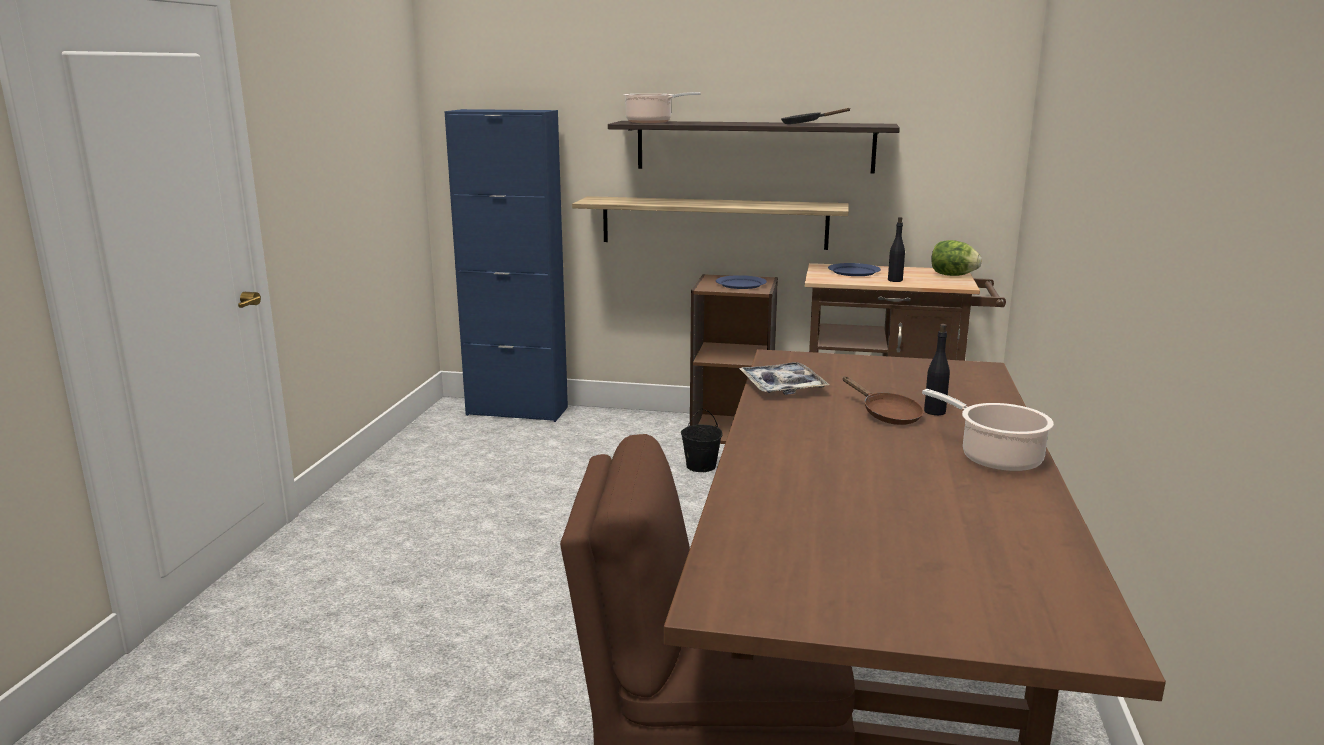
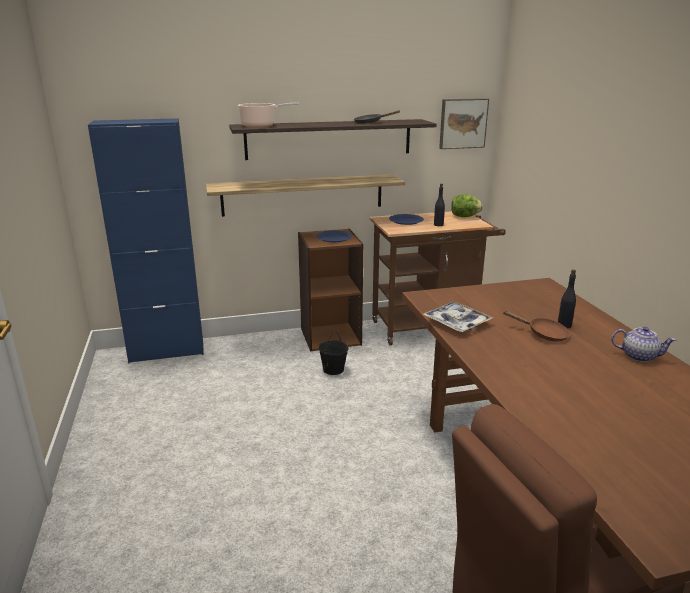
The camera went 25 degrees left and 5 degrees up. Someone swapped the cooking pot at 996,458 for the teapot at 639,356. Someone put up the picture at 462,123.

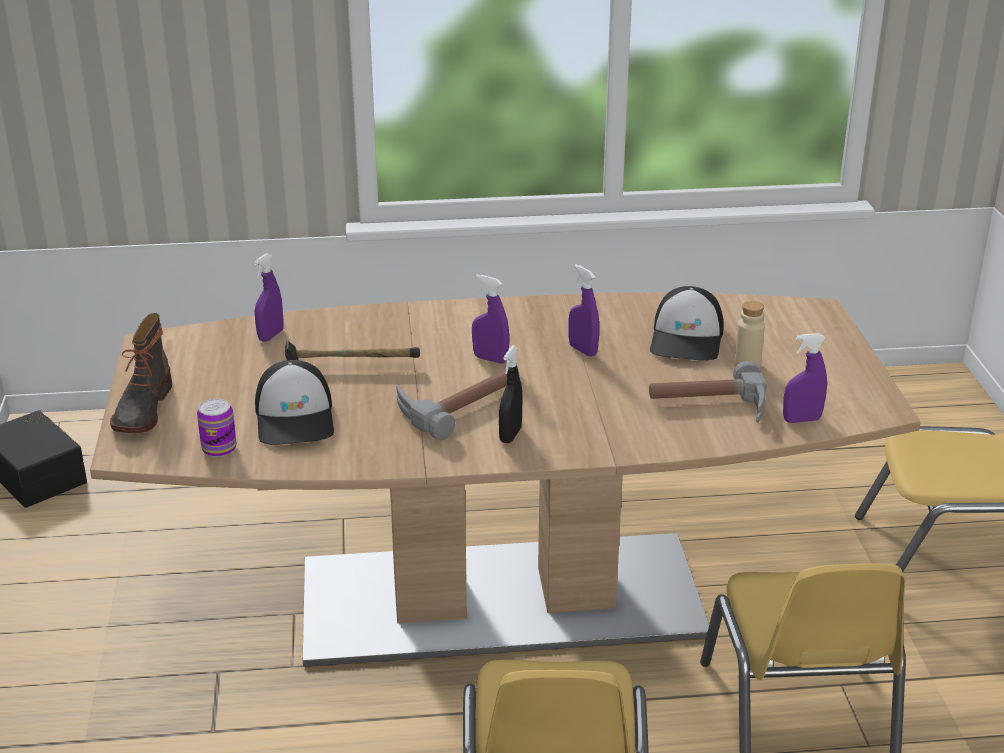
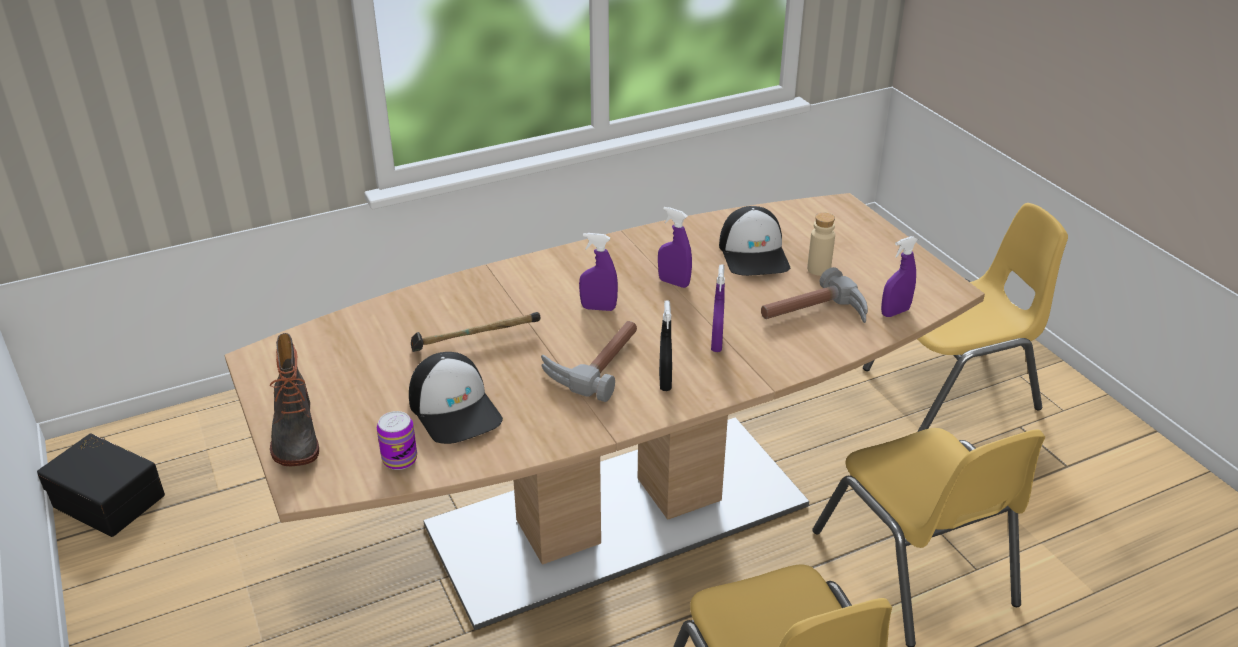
The camera went 20 degrees left and 5 degrees up. Someone carried the purple spray bottle from 271,335 to 716,344.

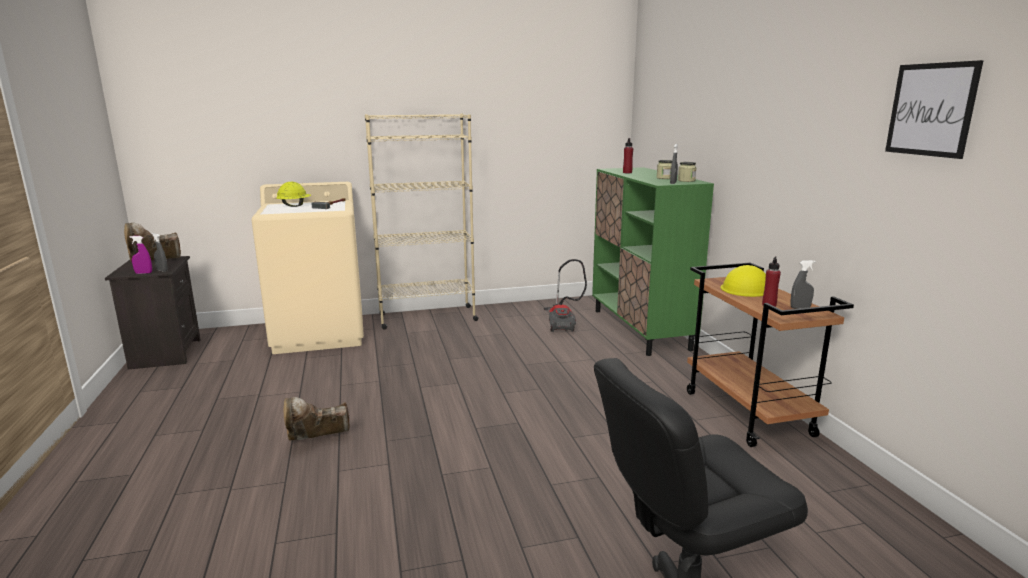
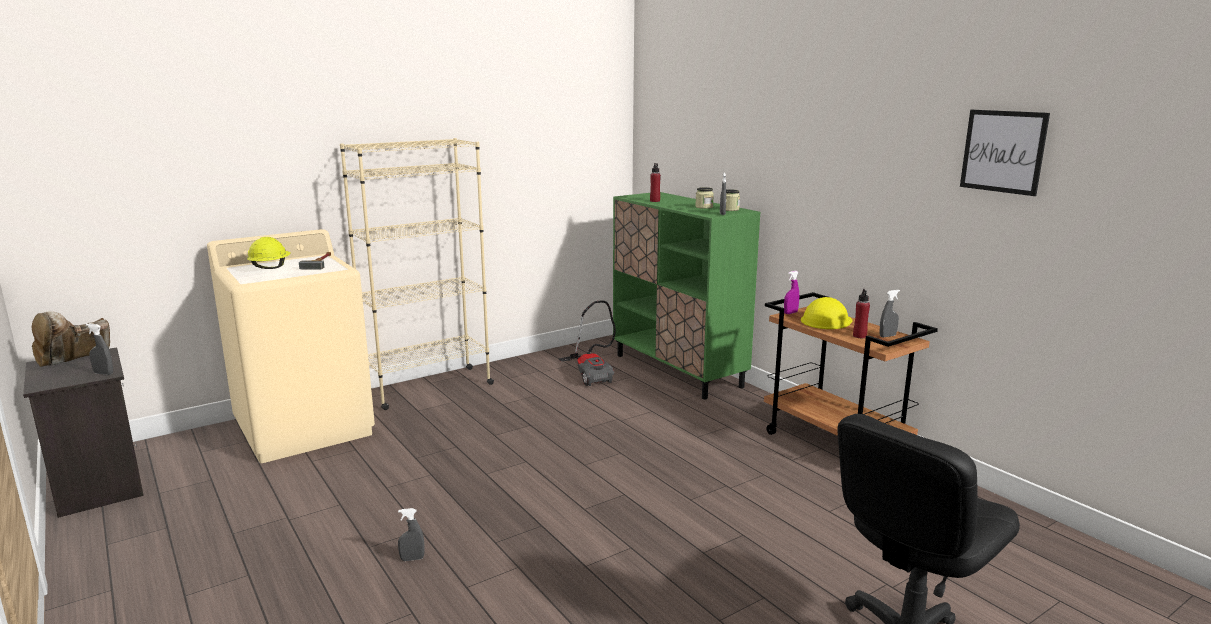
The camera went 20 degrees left and 0 degrees up. Someone carried the purple spray bottle from 143,273 to 790,313. Someone swapped the brown boot at 317,441 for the grey spray bottle at 412,559.

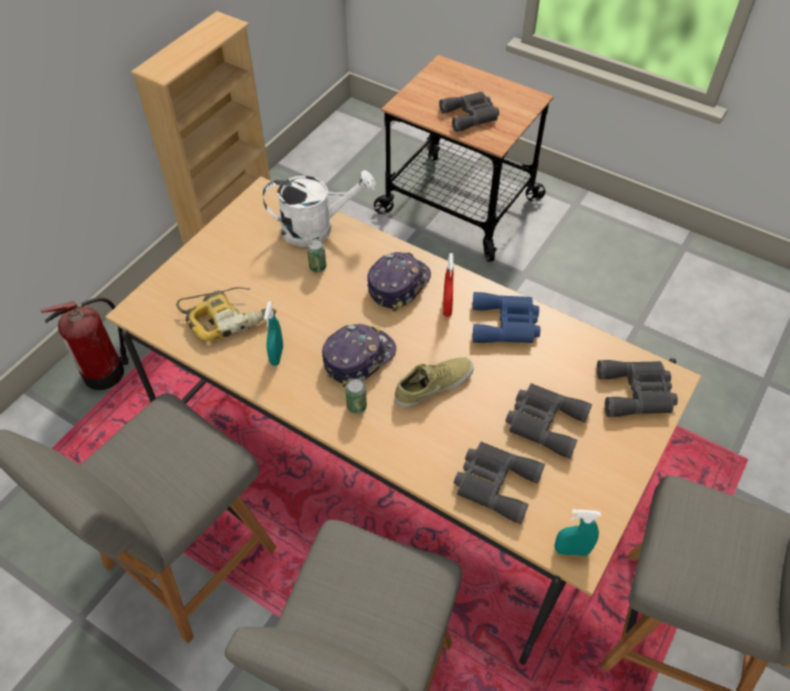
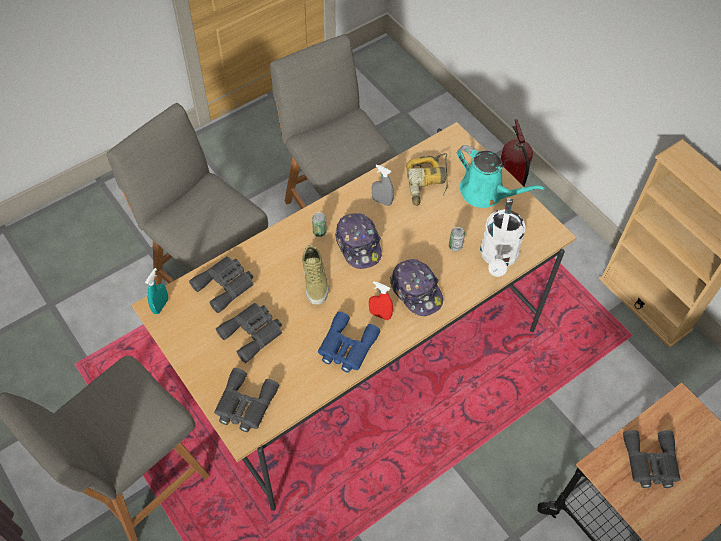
The camera went 110 degrees right and 5 degrees up. Someone repainted the turquoise spray bottle at 277,355, which became the grey spray bottle at 382,201. Someone put down the turquoise watering can at 485,193.

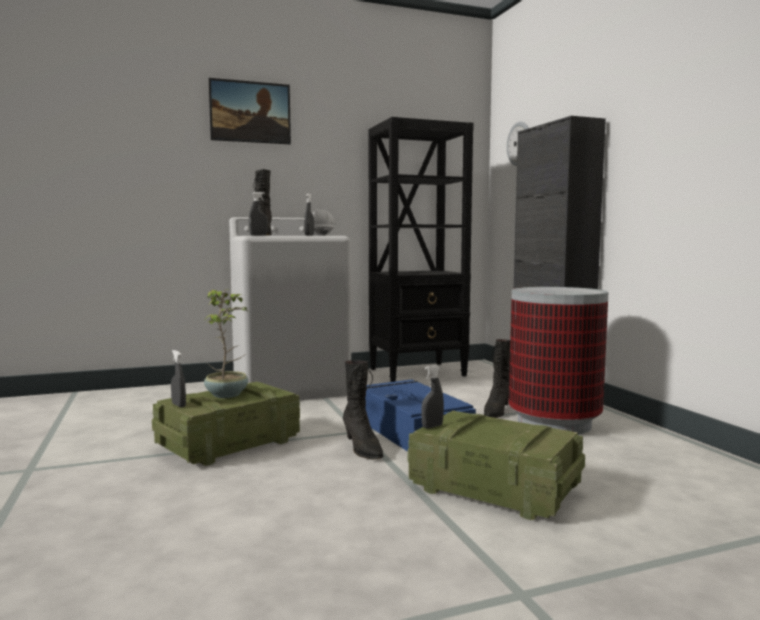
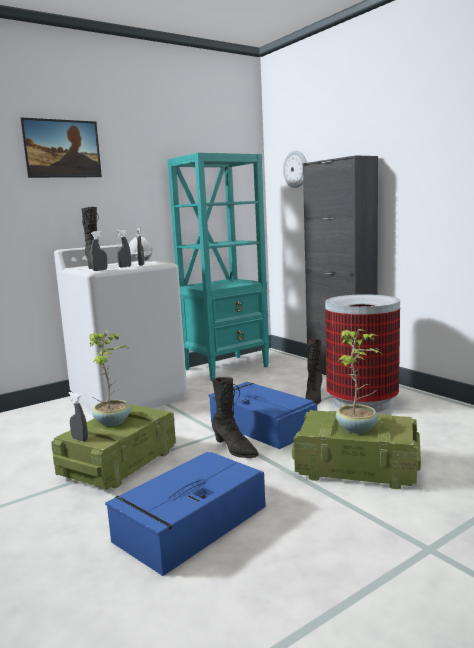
The camera went 15 degrees left and 5 degrees up. Someone repainted the black bookcase at 418,372, which became the turquoise bookcase at 227,368. Someone carried the grey spray bottle from 432,426 to 125,267. Someone put down the potted plant at 358,429. Someone put down the blue storage box at 189,525.

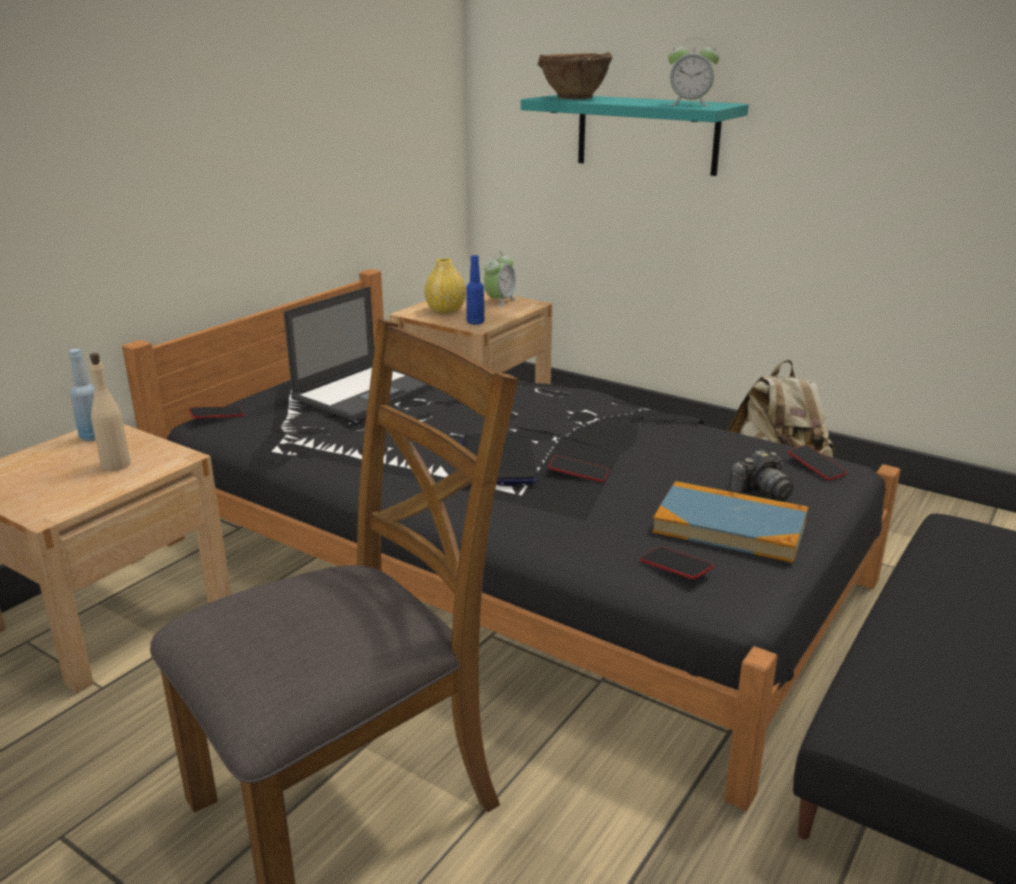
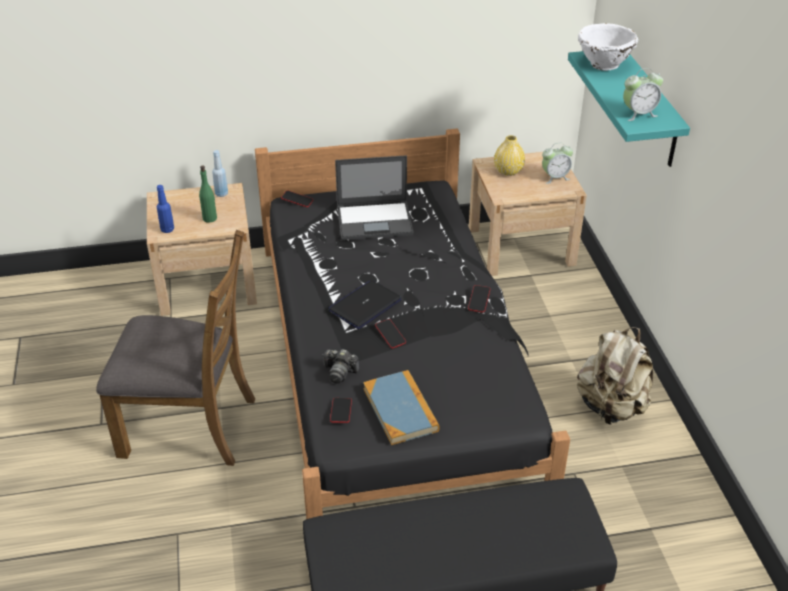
The camera went 45 degrees right and 15 degrees up. Someone rotated the alarm clock at 689,104 by 75 degrees counterclockwise. Someone repainted the brown bowl at 573,98, which became the white bowl at 603,64. Someone carried the blue bottle from 475,322 to 167,229. Someone repainted the beige bottle at 116,465, which became the green bottle at 210,218. Someone carried the phone from 816,466 to 479,300. Someone carried the photo camera from 760,492 to 339,372.

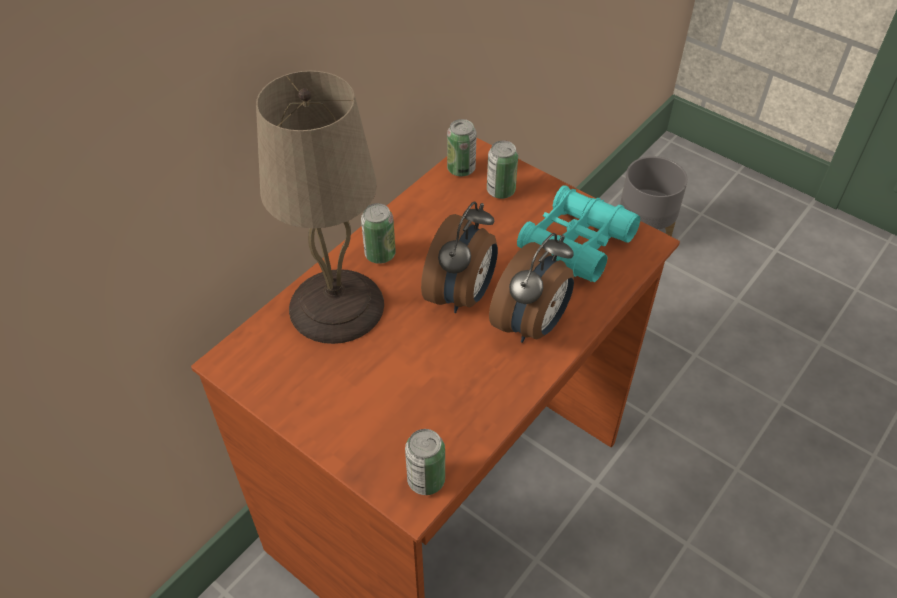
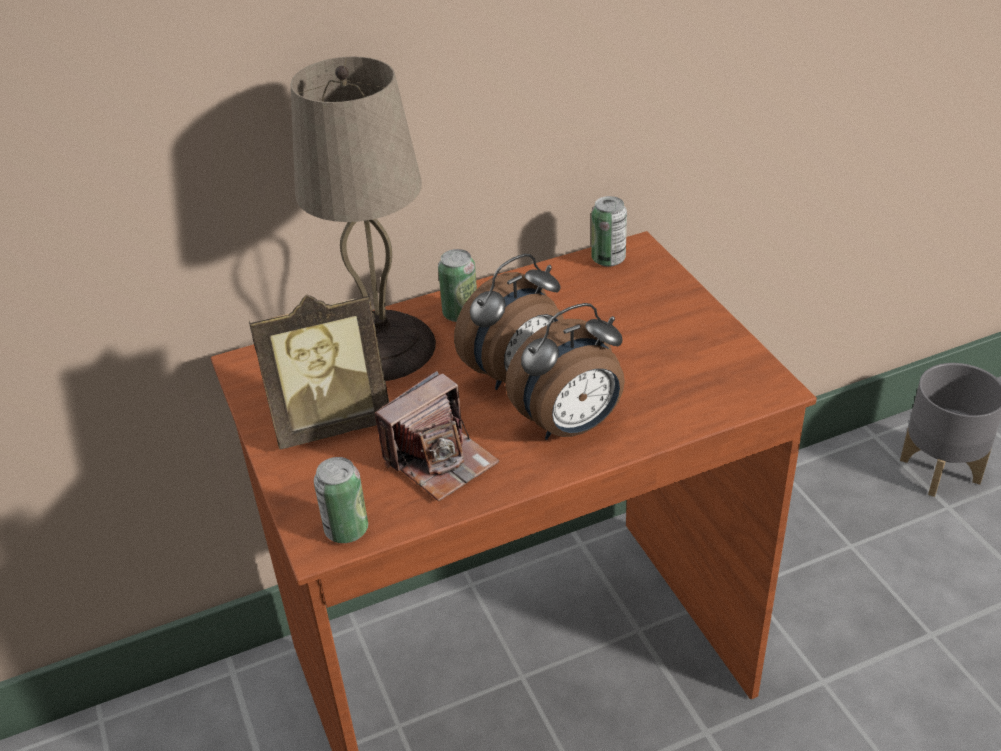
The camera went 30 degrees right and 10 degrees down. Someone took away the can at 501,191. Someone took away the turquoise binoculars at 576,243. Someone put down the picture frame at 331,423. Someone put down the photo camera at 440,460.

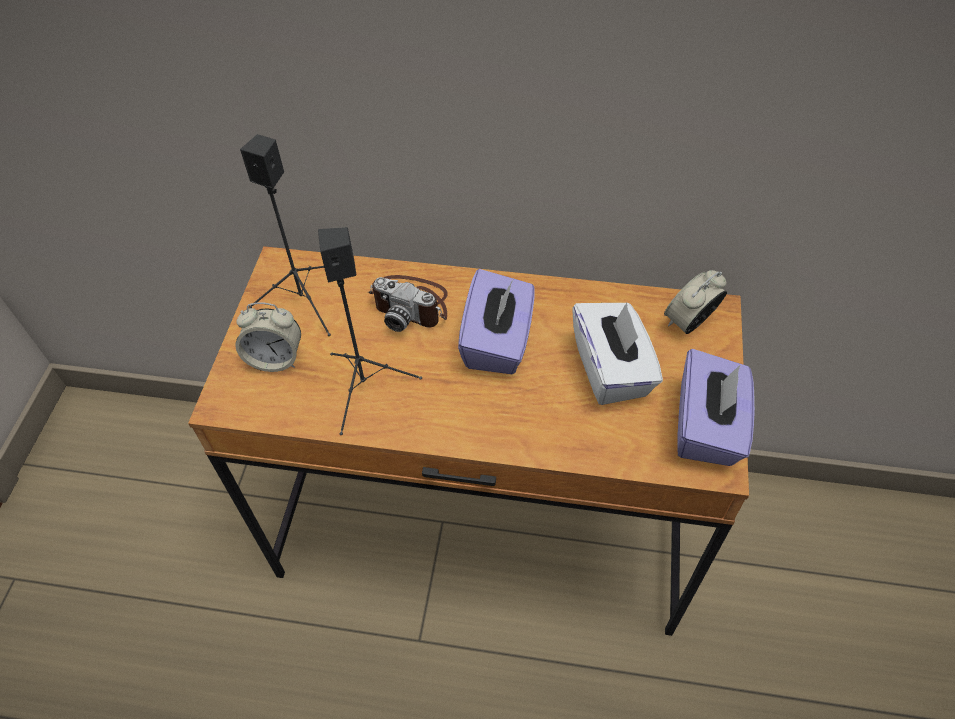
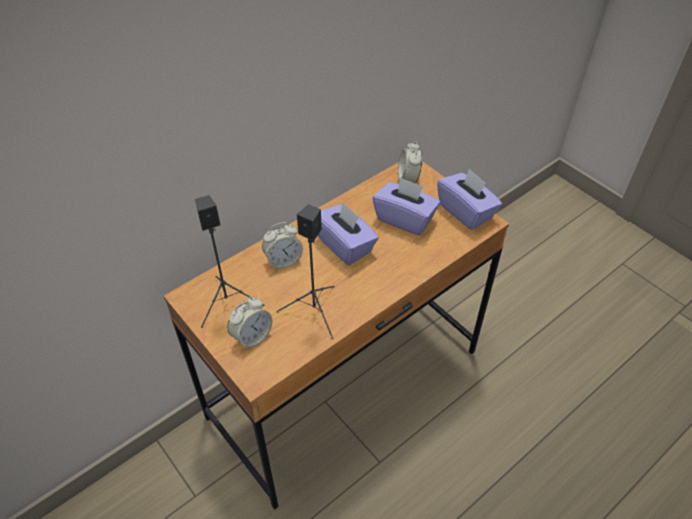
The camera went 50 degrees left and 5 degrees down. Someone swapped the photo camera at 411,304 for the alarm clock at 283,260. Someone repainted the white tissue box at 611,370, which became the purple tissue box at 405,219.

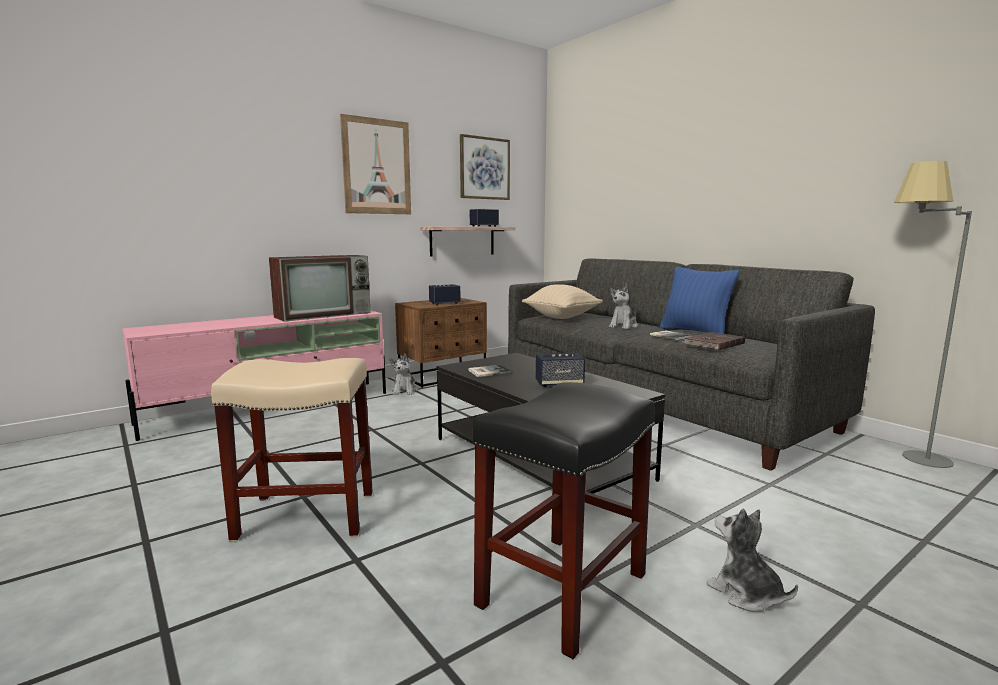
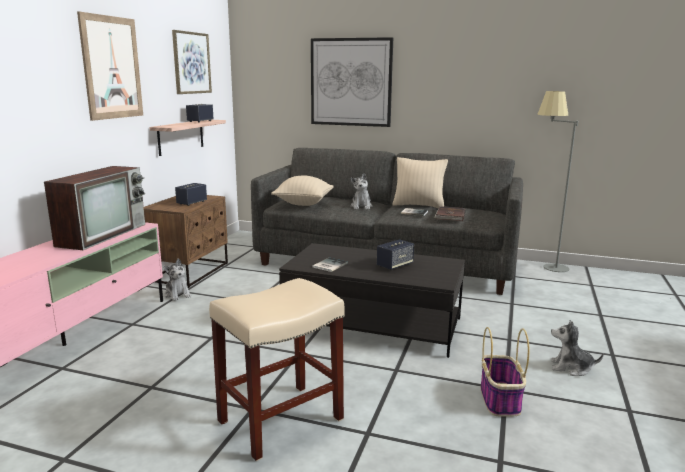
The camera went 35 degrees left and 5 degrees up. Someone repainted the blue pillow at 695,331, which became the beige pillow at 418,205. Someone swapped the black stool at 563,591 for the basket at 500,400. Someone put up the picture at 351,82.

